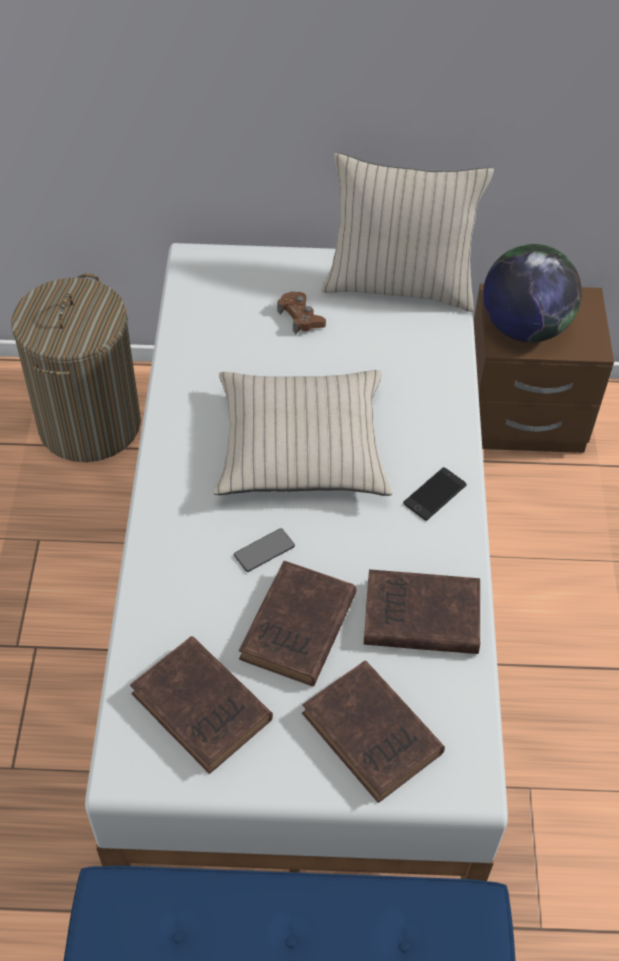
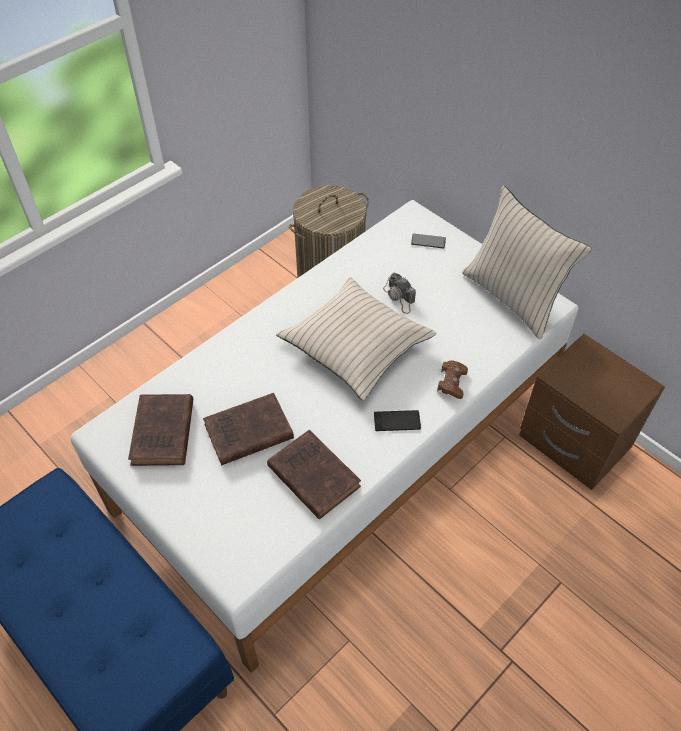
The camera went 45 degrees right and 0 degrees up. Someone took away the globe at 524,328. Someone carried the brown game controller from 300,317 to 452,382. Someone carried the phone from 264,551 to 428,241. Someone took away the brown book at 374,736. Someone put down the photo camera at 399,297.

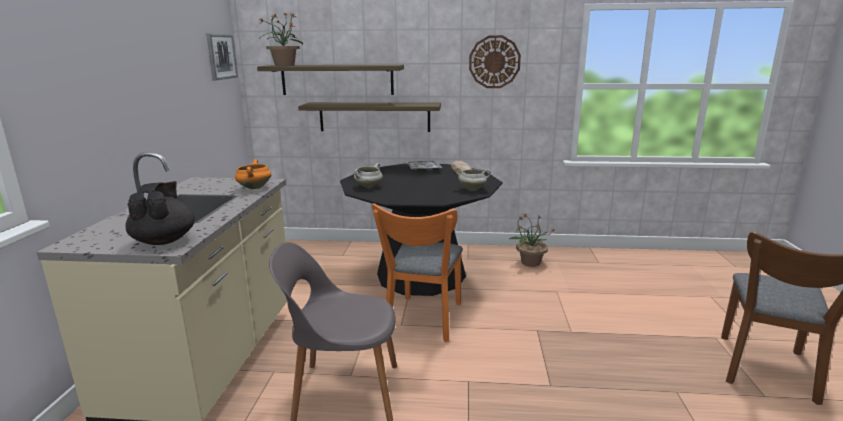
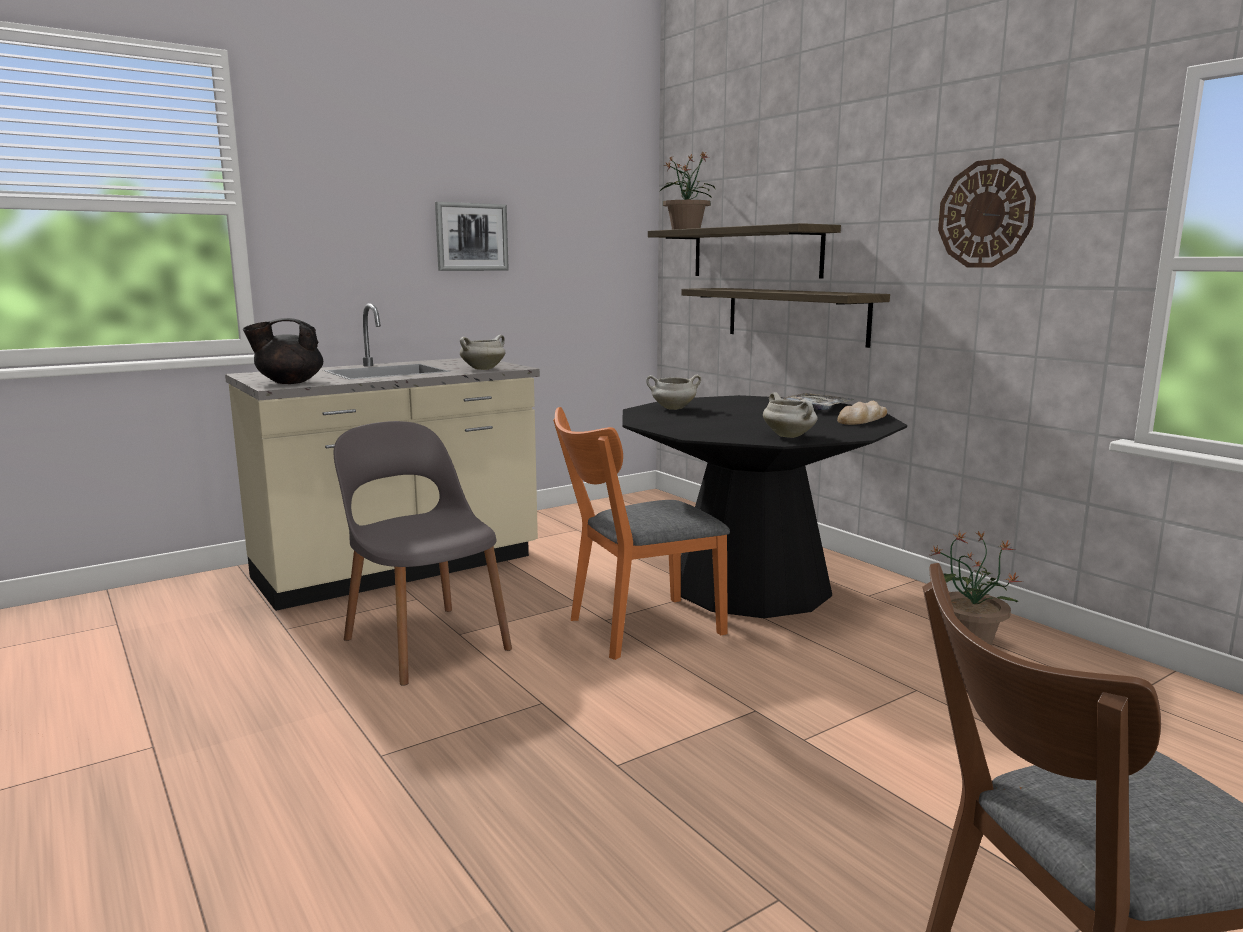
The camera went 50 degrees right and 5 degrees down. Someone carried the picture from 221,56 to 471,237. Someone repainted the orange cooking pot at 254,188, which became the white cooking pot at 483,369. Someone rotated the black teapot at 165,240 by 150 degrees counterclockwise.

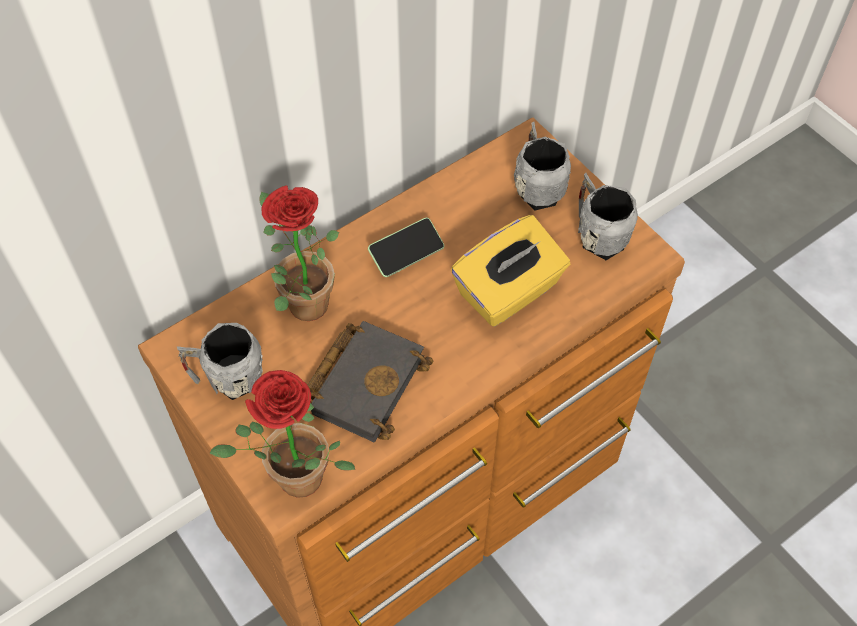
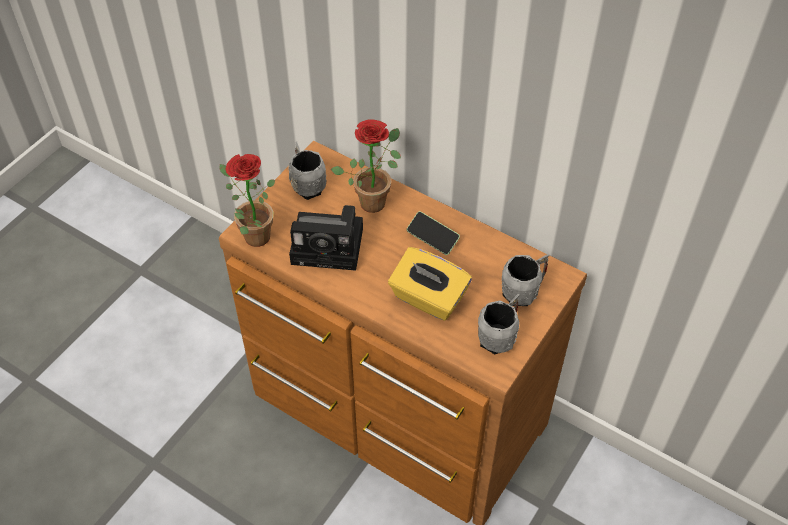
The camera went 70 degrees right and 5 degrees down. Someone swapped the black book at 365,381 for the photo camera at 331,246.

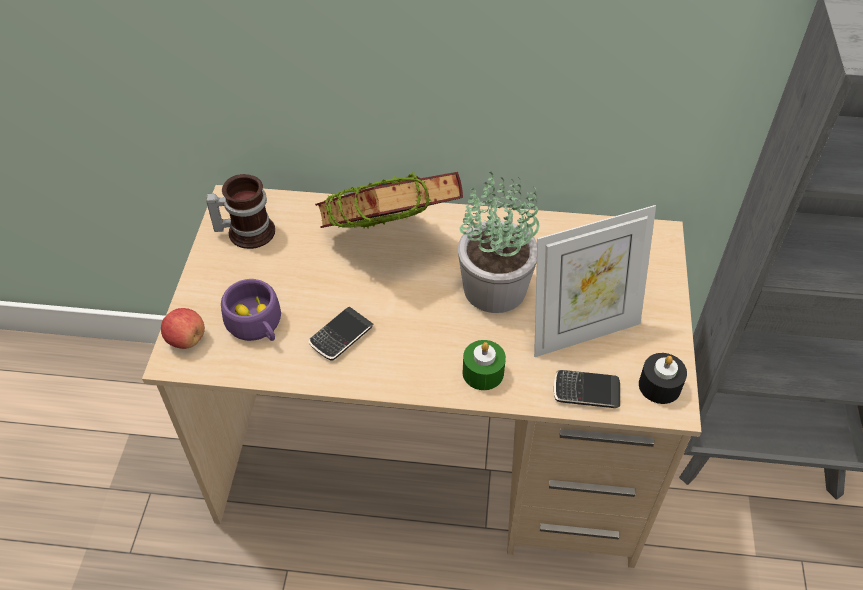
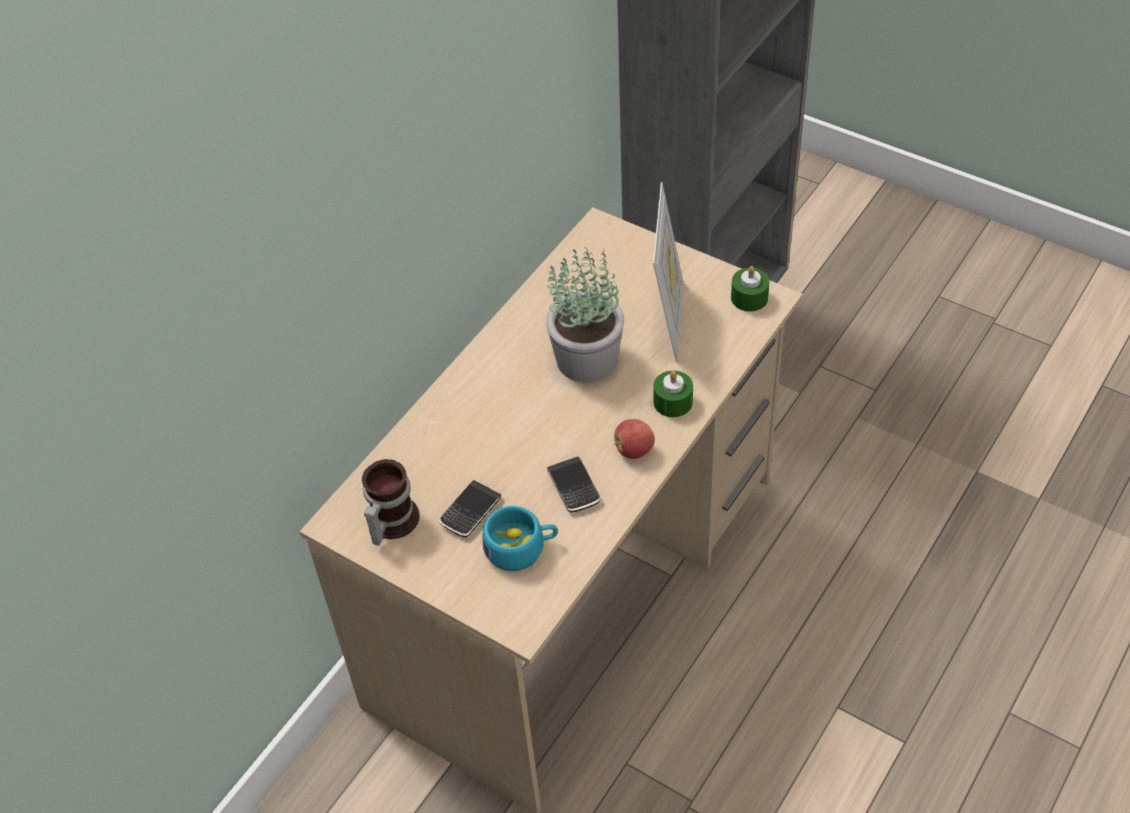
The camera went 60 degrees left and 0 degrees up. Someone took away the book at 389,245. Someone repainted the purple cup at 257,326, which became the turquoise cup at 521,548. Someone carried the apple from 186,339 to 633,450. Someone repainted the black candle at 659,386, which became the green candle at 749,298. Someone carried the phone from 586,391 to 470,511.

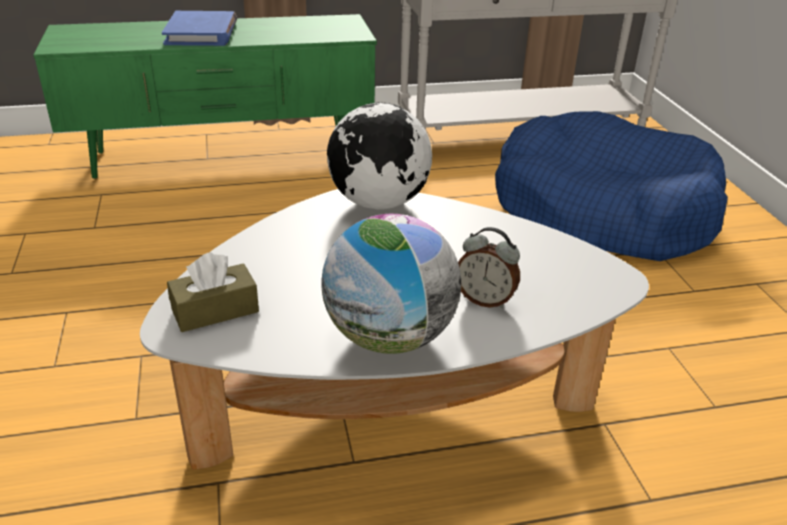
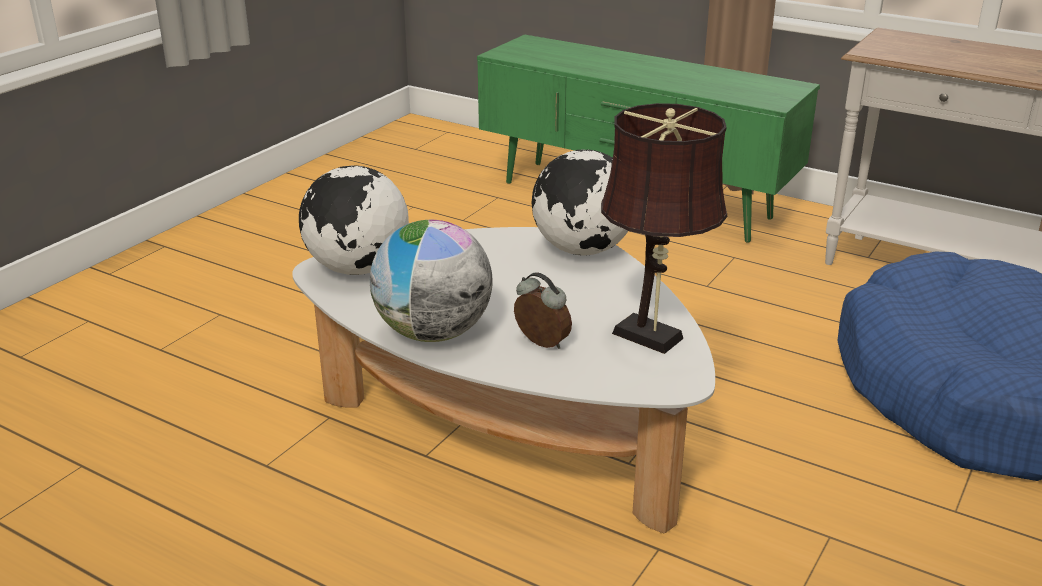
The camera went 45 degrees right and 5 degrees down. Someone took away the blue book at 202,33. Someone rotated the alarm clock at 485,300 by 150 degrees clockwise. Someone swapped the brown tissue box at 215,310 for the globe at 357,269. Someone put down the brown table lamp at 653,338.

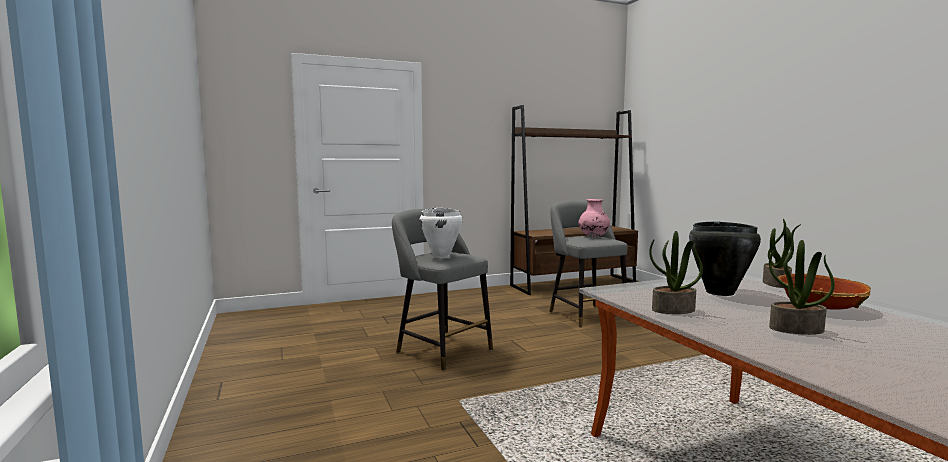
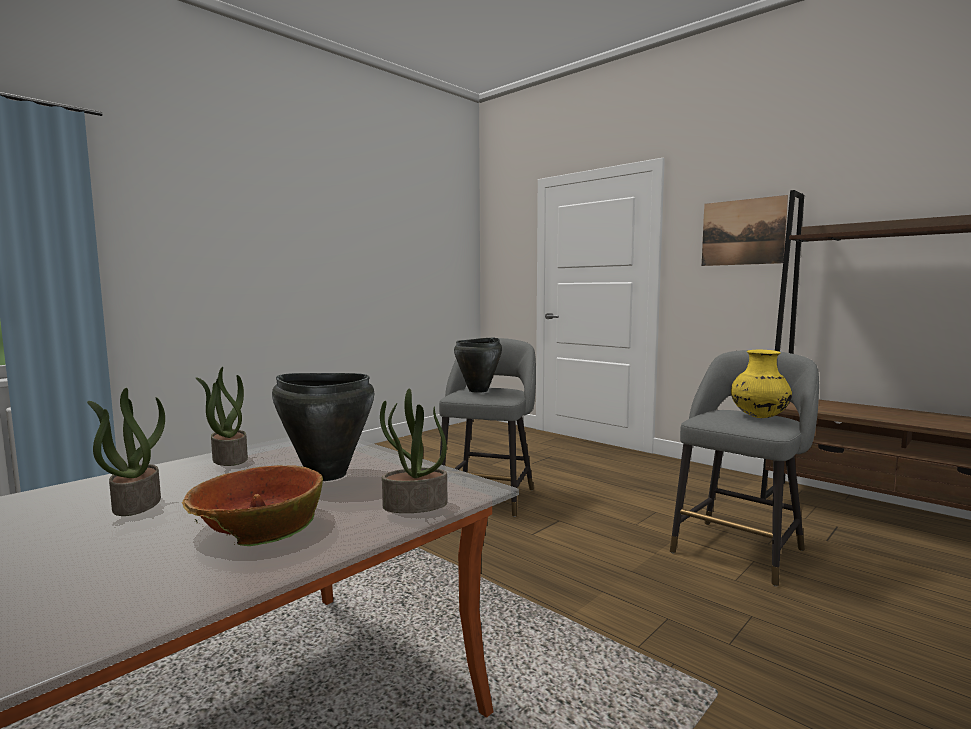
The camera went 65 degrees right and 0 degrees up. Someone repainted the pink vase at 593,236, which became the yellow vase at 758,417. Someone repainted the white cooking pot at 441,256, which became the black cooking pot at 479,390. Someone put up the picture at 742,232.

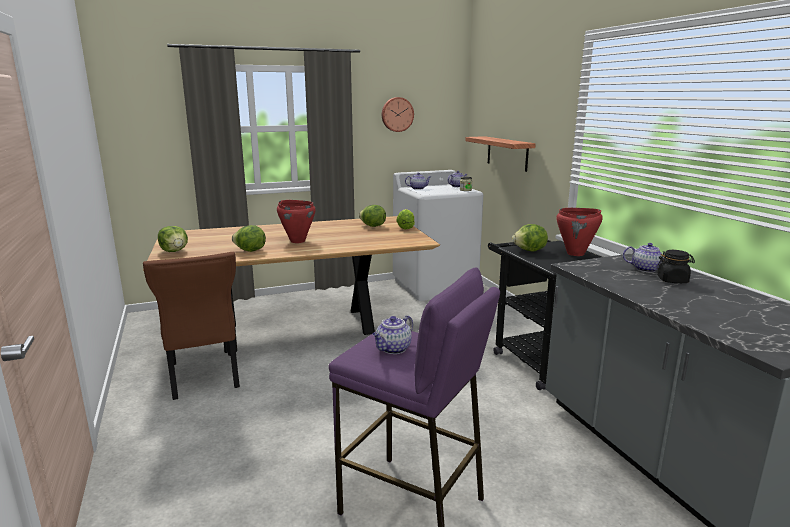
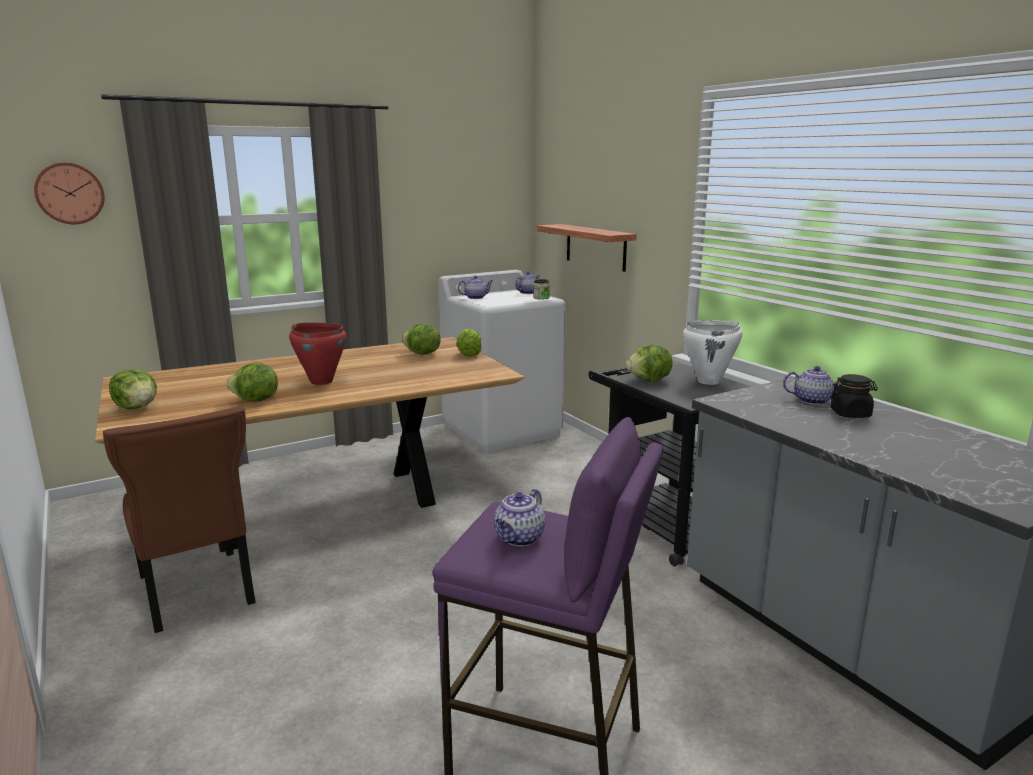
The camera went 10 degrees left and 0 degrees up. Someone carried the wall clock from 397,114 to 69,193. Someone repainted the red cooking pot at 576,254, which became the white cooking pot at 709,381.

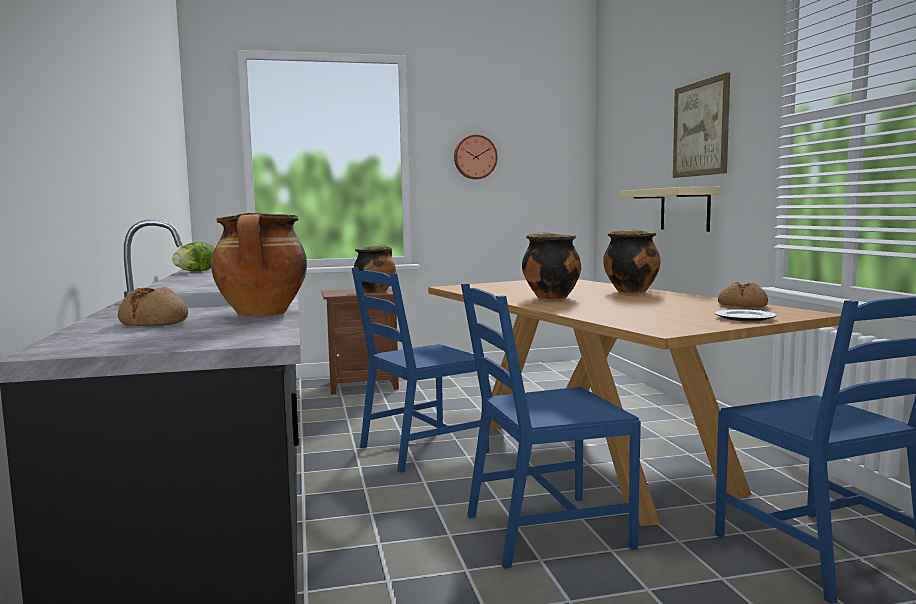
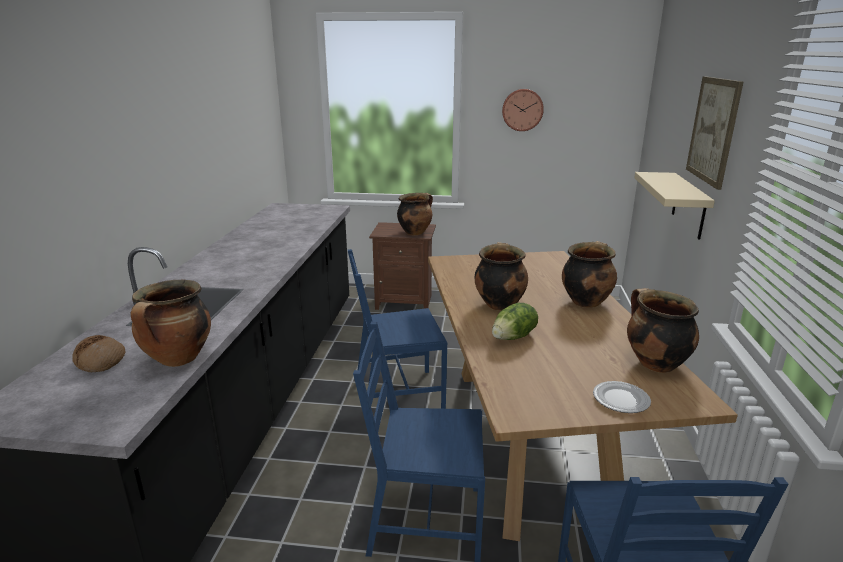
The camera went 20 degrees right and 15 degrees up. Someone carried the lettuce from 197,271 to 514,337. Someone swapped the bread at 742,305 for the cooking pot at 654,363.

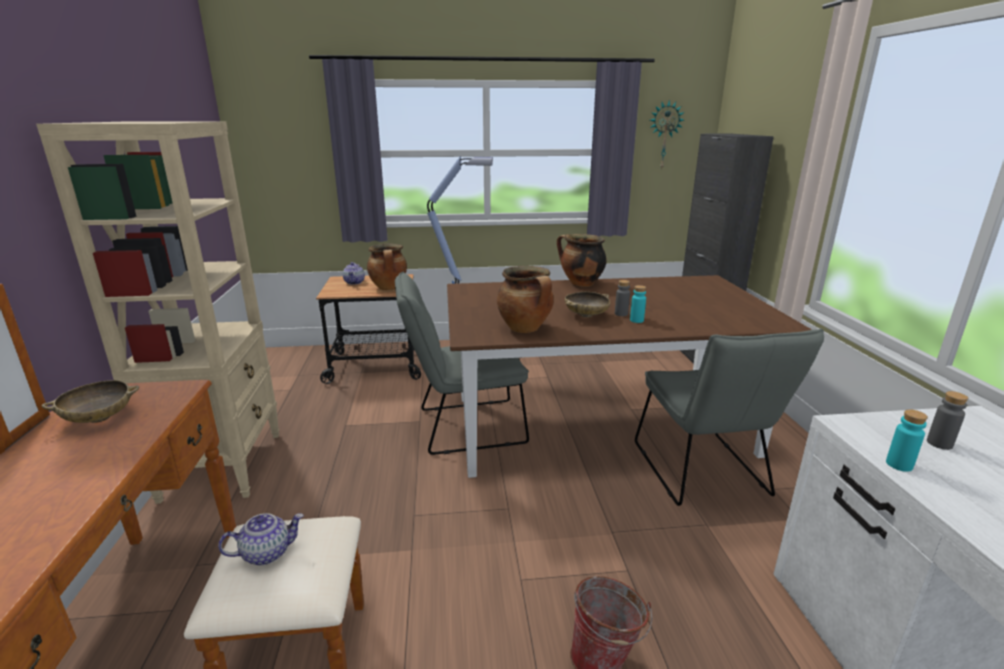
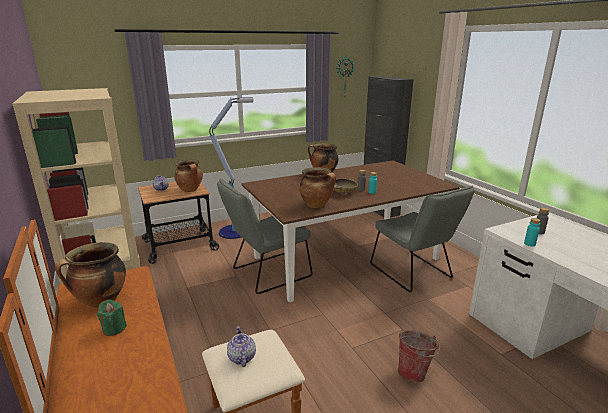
The camera went 20 degrees left and 0 degrees up. Someone swapped the beige bowl at 100,419 for the cooking pot at 100,301. Someone rotated the teapot at 267,552 by 60 degrees counterclockwise. Someone put down the green candle at 114,328.

